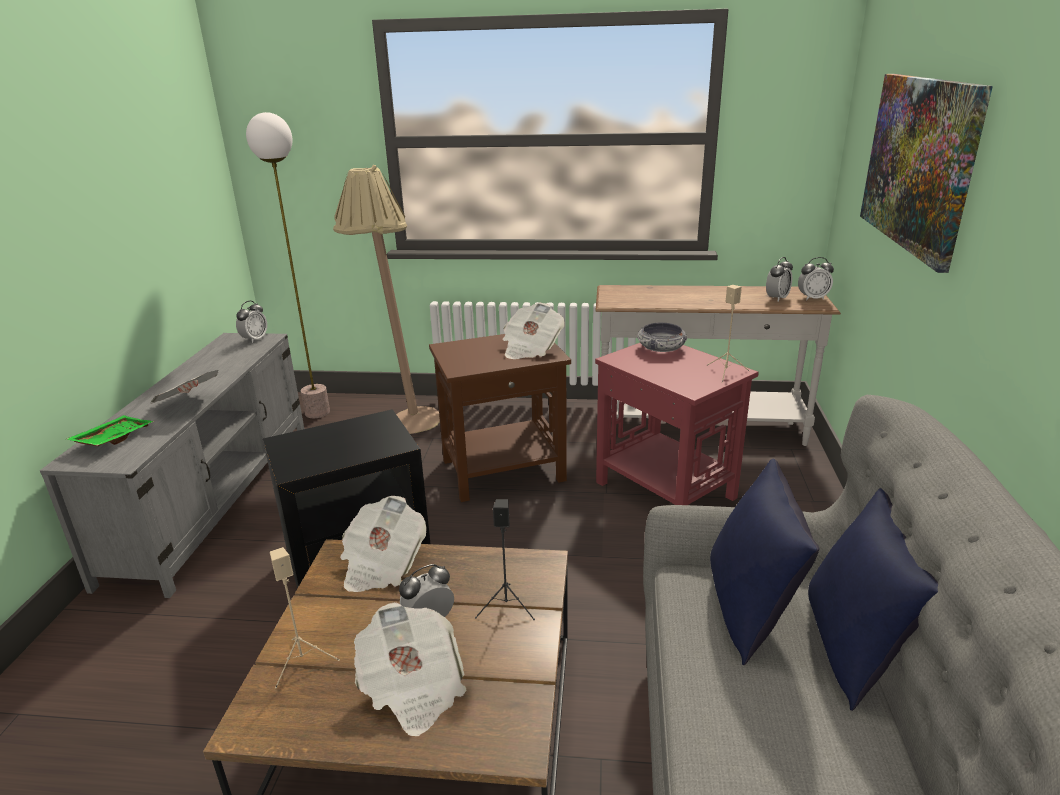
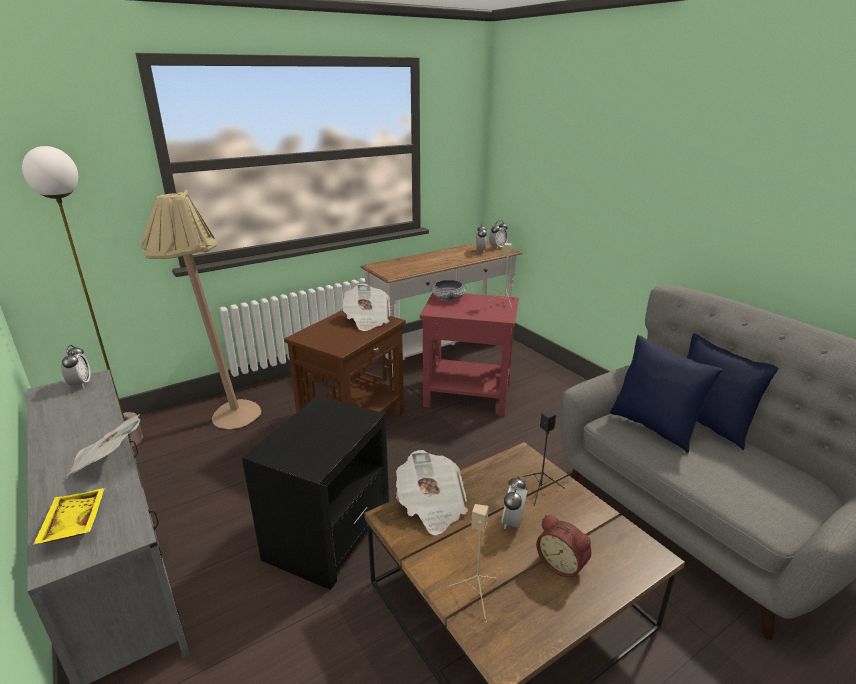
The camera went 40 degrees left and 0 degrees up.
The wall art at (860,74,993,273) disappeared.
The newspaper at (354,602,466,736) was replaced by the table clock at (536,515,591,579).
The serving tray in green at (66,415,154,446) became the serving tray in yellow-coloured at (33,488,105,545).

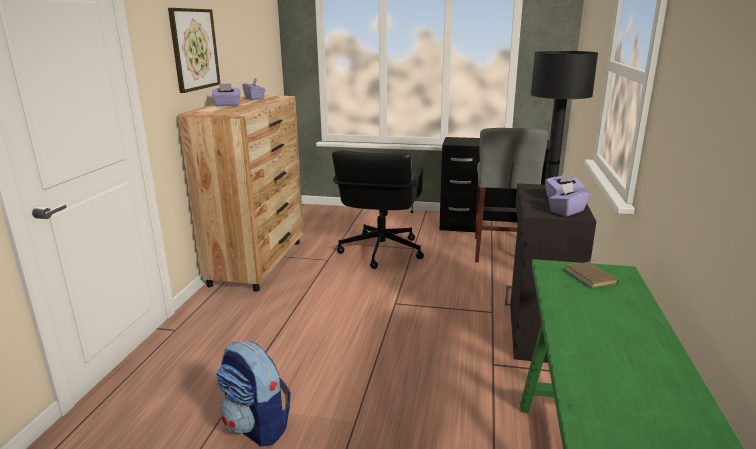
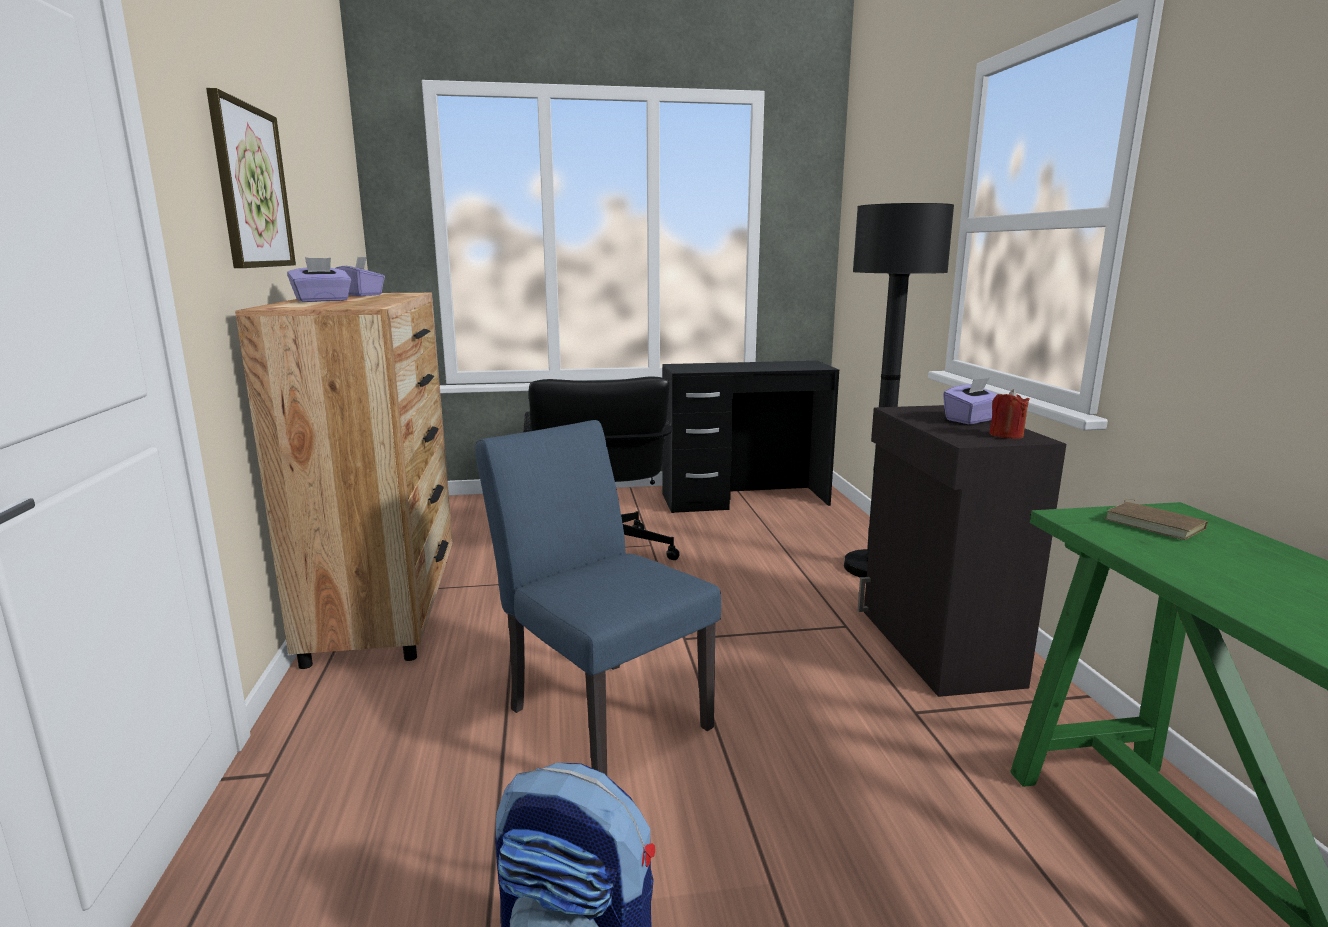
The camera went 20 degrees left and 5 degrees down.
The stool in gray at (475,128,548,262) disappeared.
The upright chair in blue at (475,420,721,775) appeared.
The tissue box in purple-coloured at (548,182,590,217) was replaced by the wax candle in red-coloured at (989,389,1030,439).

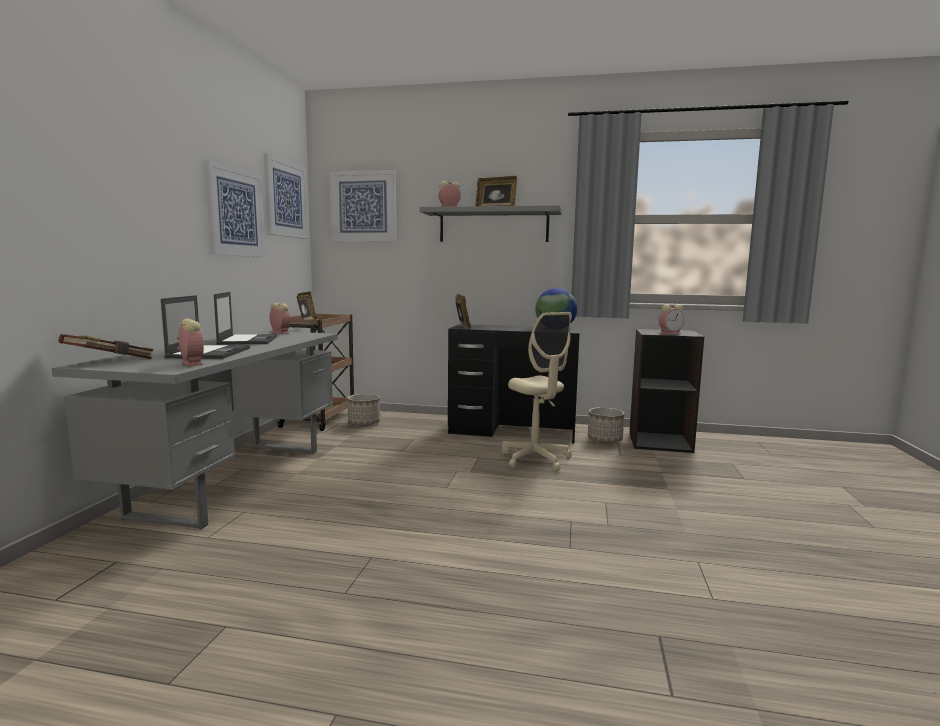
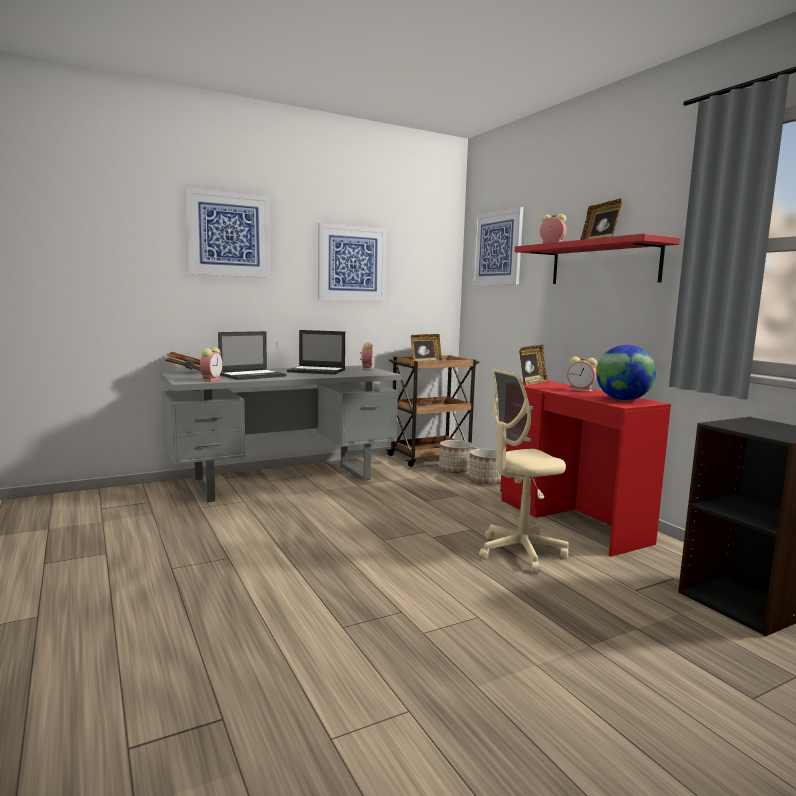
The camera went 50 degrees right and 0 degrees up.
The wall art moved from (263,153,308,239) to (185,187,270,278).
The plant pot moved from (588,407,624,443) to (469,449,501,484).
The table clock moved from (659,304,684,335) to (567,357,597,392).
The wall shelf in gray at (419,205,562,242) became the wall shelf in red-coloured at (515,233,680,284).
The desk unit in blackish at (448,324,580,443) became the desk unit in red-coloured at (500,381,671,557).
The notebook computer at (214,292,277,345) turned 60 degrees clockwise.
The office chair in sand-coloured at (502,312,572,471) turned 45 degrees clockwise.

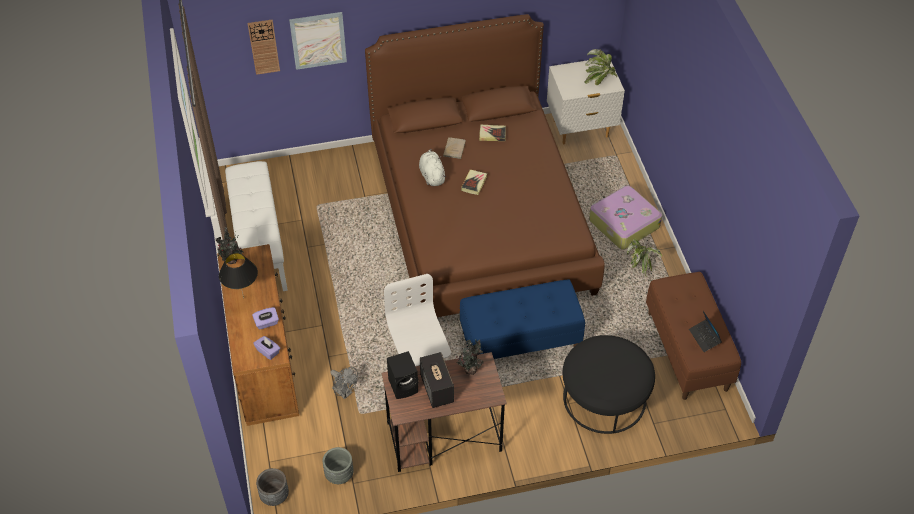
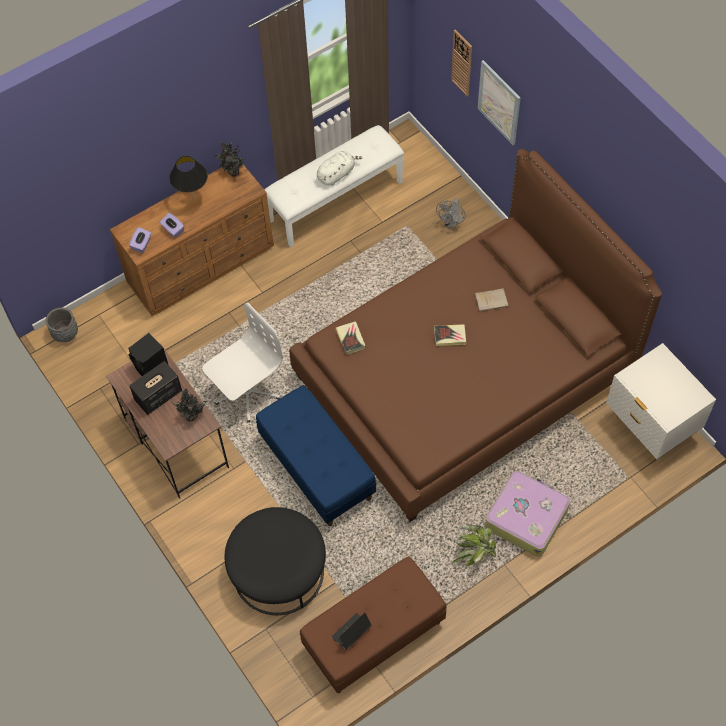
The camera went 70 degrees right and 10 degrees up.
The plant pot in gray at (323,447,354,484) disappeared.
The plant in a pot at (584,49,617,85) disappeared.
The electric fan in gray moved from (330,367,358,399) to (436,198,466,229).
The soft toy in whitish moved from (419,149,446,186) to (317,151,362,186).
The book moved from (479,125,506,141) to (335,321,365,355).

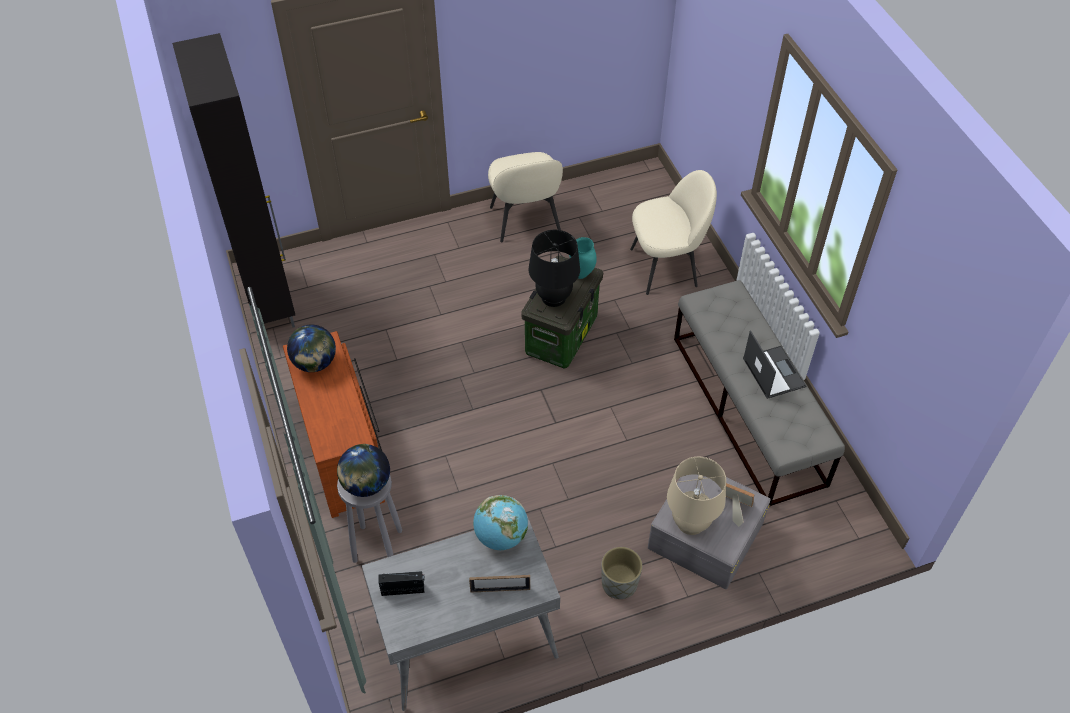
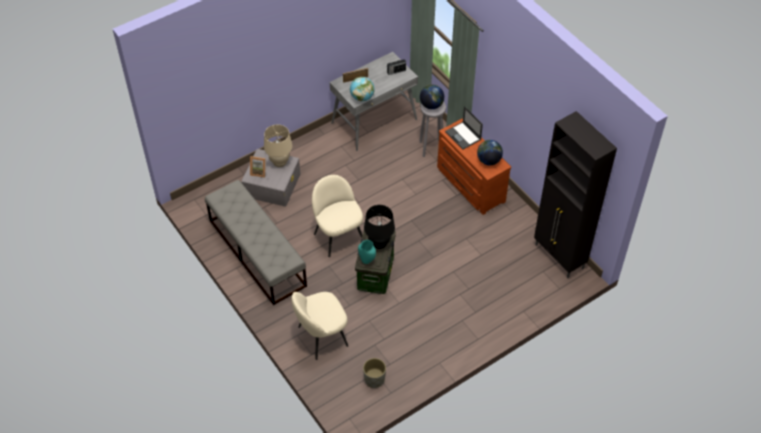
The camera went 165 degrees right and 0 degrees up.
The upright chair in sand-coloured moved from (488,152,563,242) to (312,175,363,257).
The plant pot in gray moved from (601,547,642,599) to (363,358,386,388).
The notebook computer moved from (743,330,806,399) to (445,106,483,150).

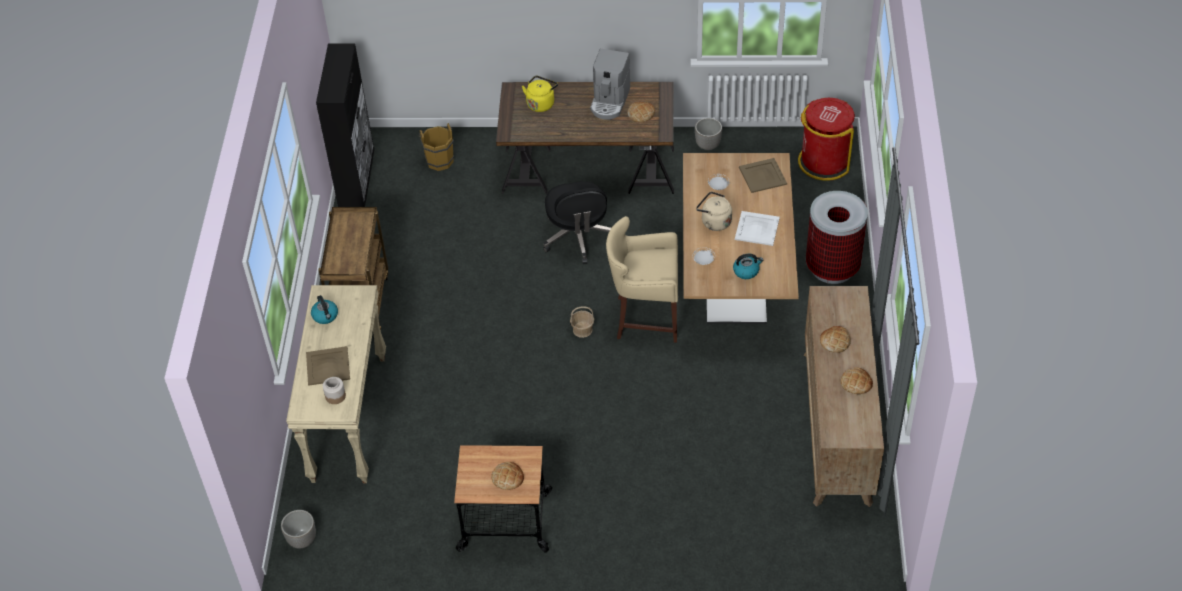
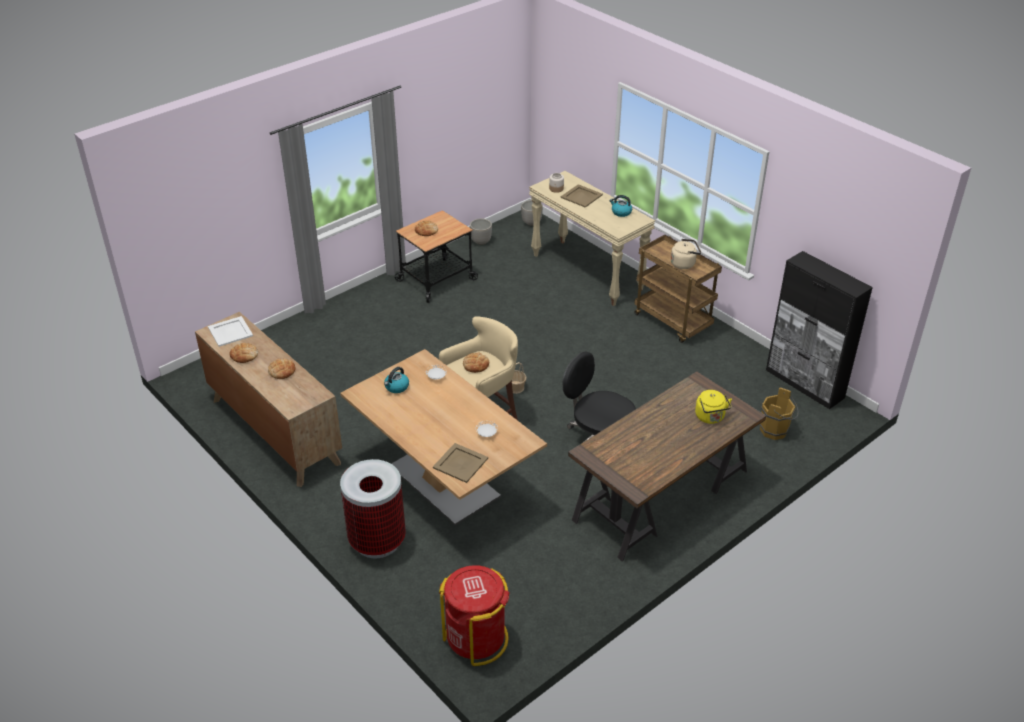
The camera went 135 degrees right and 10 degrees down.
The coffee maker at (590,49,630,120) disappeared.
The bakery bread moved from (627,102,655,122) to (463,353,489,373).
The plant pot moved from (695,118,722,150) to (470,219,492,245).
The tea kettle in sand-coloured moved from (696,191,732,231) to (671,239,701,269).
The serving tray in whitish moved from (735,211,780,246) to (208,316,253,347).

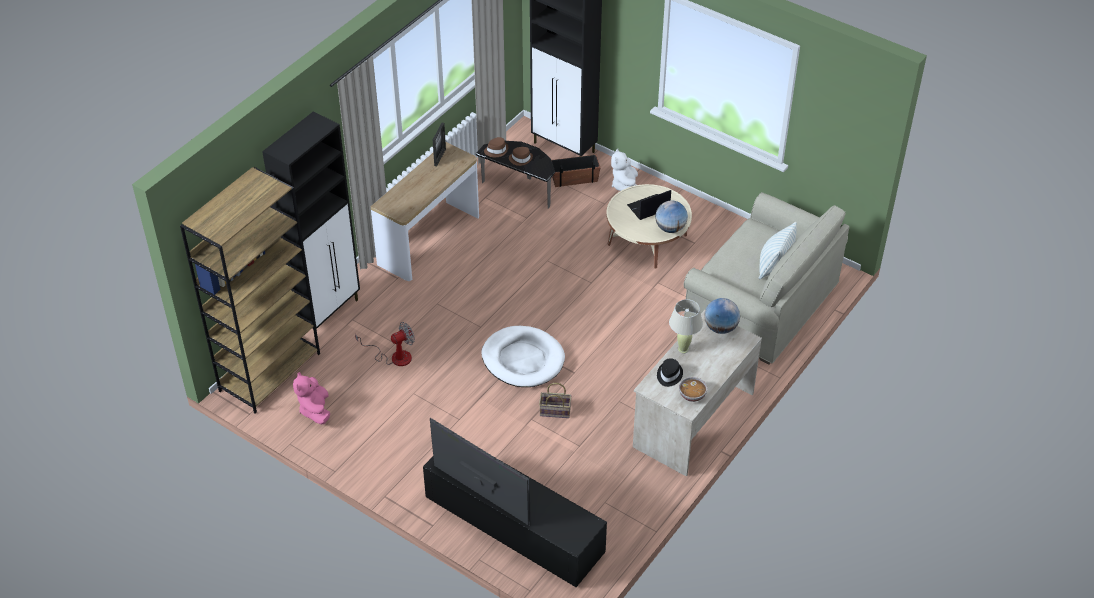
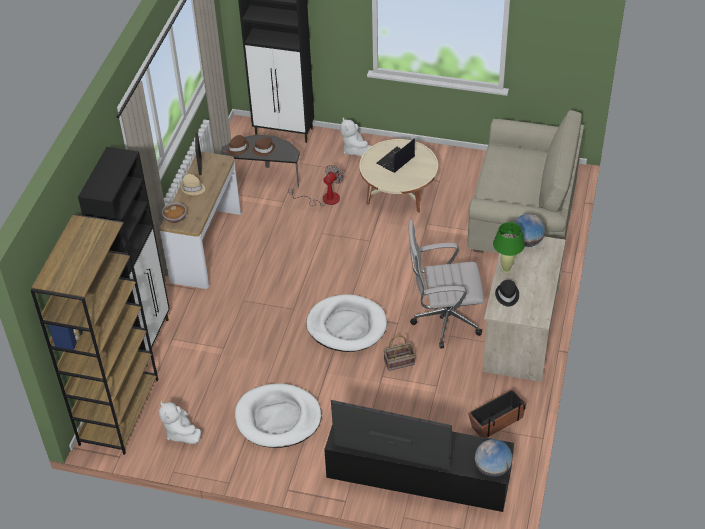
The camera went 20 degrees left and 0 degrees up.
The throw pillow at (759,222,797,279) disappeared.
The hat in sand-coloured at (180,174,205,195) appeared.
The dog cushion in whitish at (235,383,322,448) appeared.
The office chair in whitish at (409,220,484,349) appeared.
The electric fan moved from (355,322,415,366) to (288,165,343,206).
The plant pot moved from (551,155,601,187) to (468,389,526,438).
The desk globe moved from (655,200,688,233) to (475,439,512,477).
The bowl moved from (679,377,707,402) to (162,202,187,223).
The soft toy in pink at (293,372,330,425) became the soft toy in whitish at (159,401,201,444).
The tabletop lamp in sand-coloured at (669,299,703,353) became the tabletop lamp in green at (493,222,525,273).

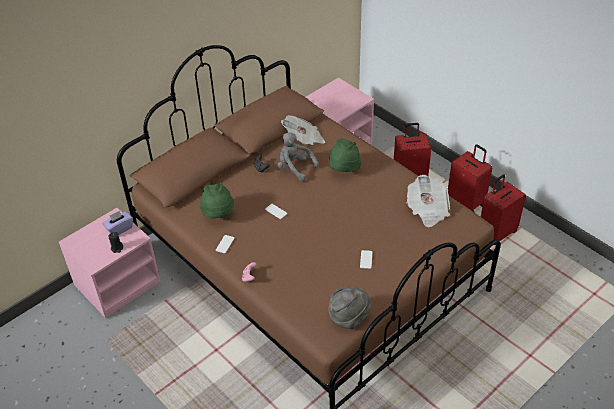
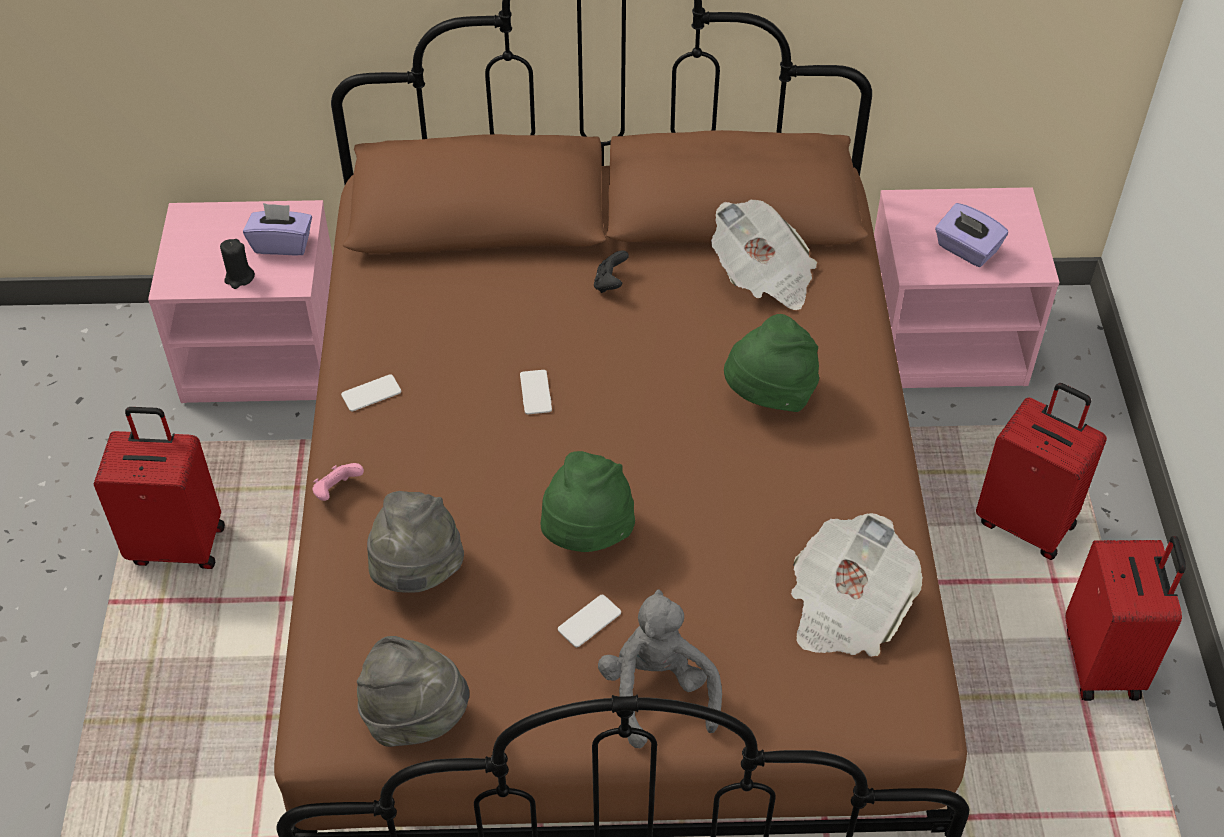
The camera went 40 degrees right and 5 degrees up.
The hat in gray at (367,491,464,593) appeared.
The tissue box in purple-coloured at (935,203,1008,267) appeared.
The hat in green moved from (200,183,234,218) to (541,451,635,552).
The soft toy in gray moved from (278,132,319,181) to (598,589,722,748).
The travel case in red-coloured moved from (481,174,526,241) to (94,407,225,569).

